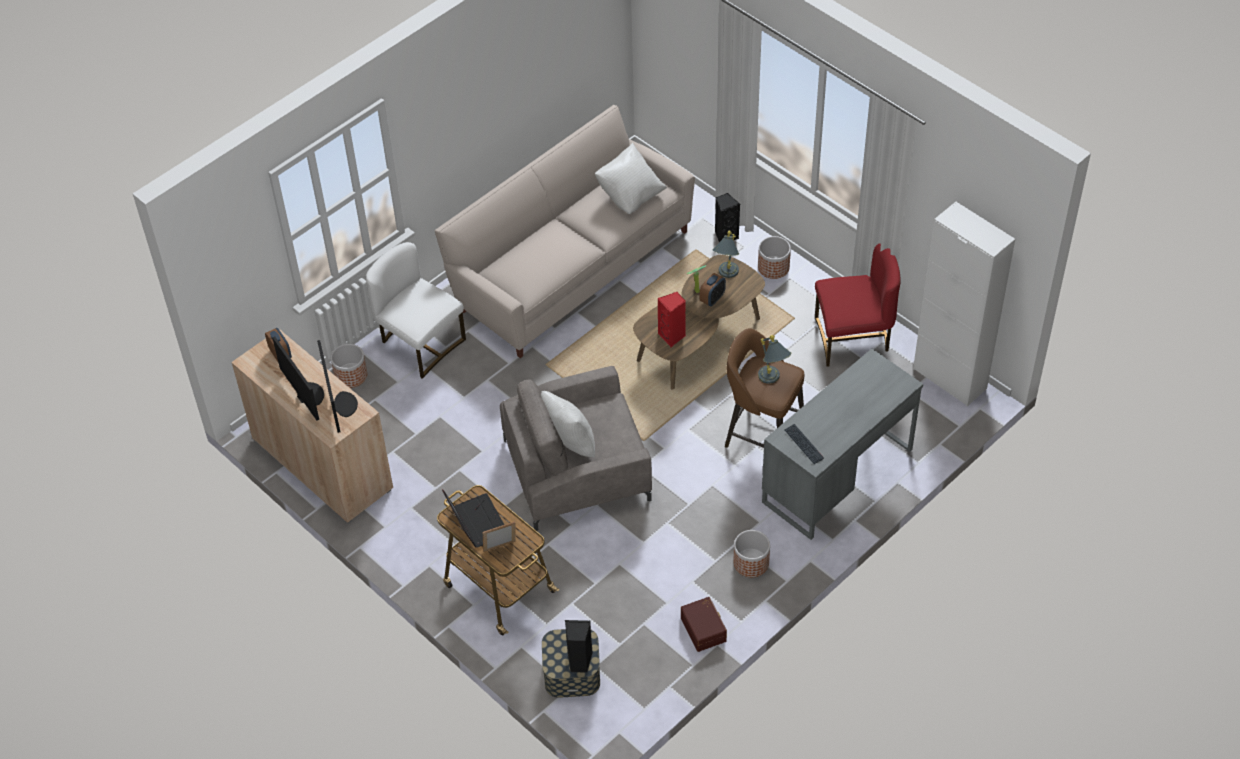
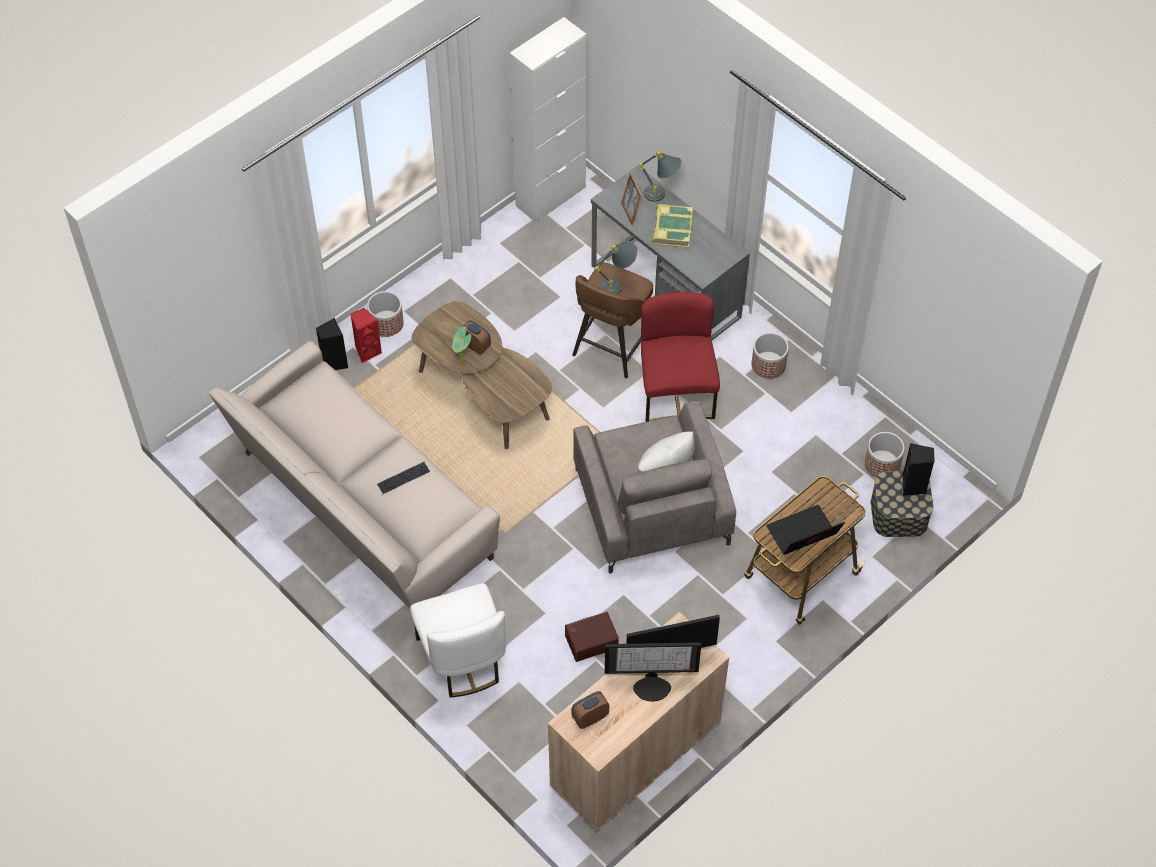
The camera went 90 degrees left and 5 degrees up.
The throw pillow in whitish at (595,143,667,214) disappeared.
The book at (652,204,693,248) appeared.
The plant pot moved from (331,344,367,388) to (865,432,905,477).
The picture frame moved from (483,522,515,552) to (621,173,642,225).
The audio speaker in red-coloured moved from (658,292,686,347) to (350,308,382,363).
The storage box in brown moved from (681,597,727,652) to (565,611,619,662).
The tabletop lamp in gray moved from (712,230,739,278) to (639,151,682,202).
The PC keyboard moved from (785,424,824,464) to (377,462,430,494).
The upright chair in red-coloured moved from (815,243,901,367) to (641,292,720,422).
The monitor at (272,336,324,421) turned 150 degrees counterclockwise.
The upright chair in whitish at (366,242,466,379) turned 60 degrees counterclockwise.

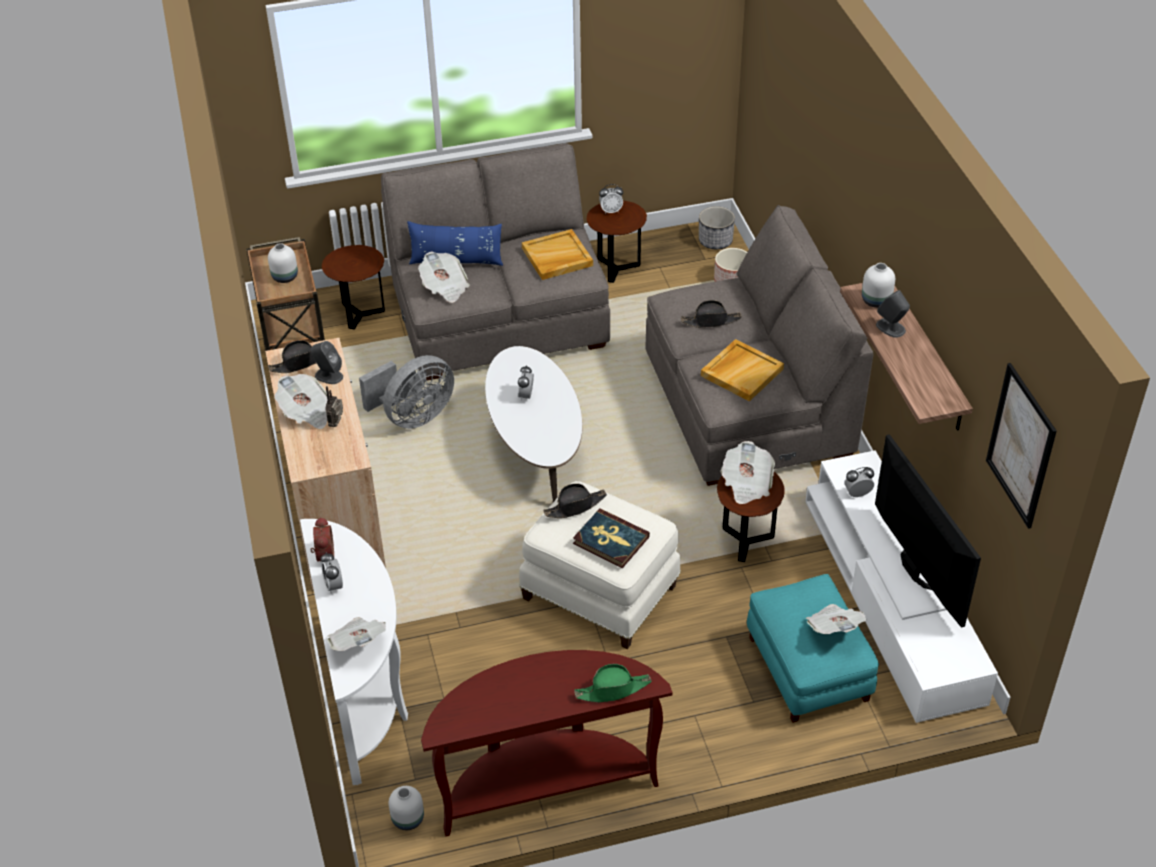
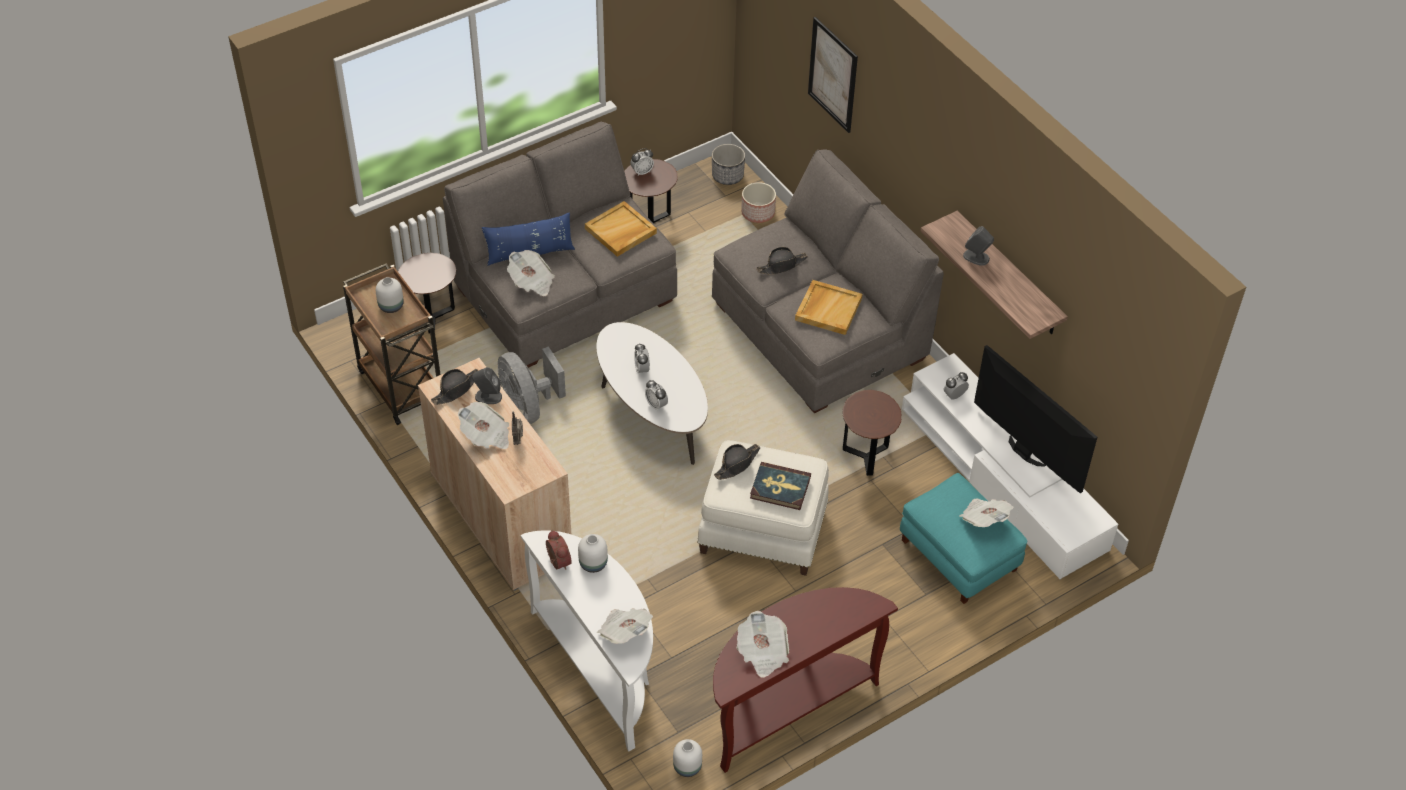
The camera went 20 degrees left and 5 degrees up.
The hat in green at (574,664,652,702) disappeared.
The table clock moved from (321,552,343,594) to (645,380,668,411).
The newspaper moved from (721,441,775,504) to (737,611,789,678).
The vase in whitish moved from (862,263,895,308) to (578,534,608,573).
The wall art moved from (986,363,1057,529) to (808,17,858,133).
The electric fan in gray at (359,355,454,429) turned 120 degrees clockwise.

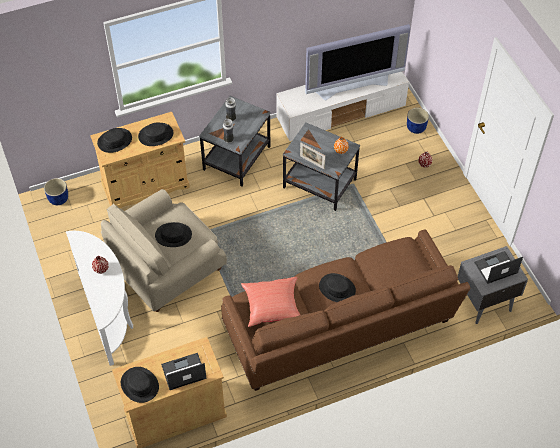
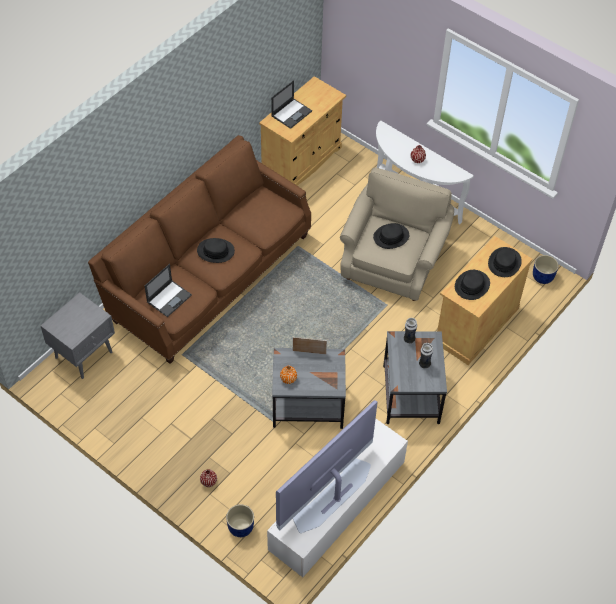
The camera went 150 degrees right and 0 degrees up.
The hat in blackish at (121,367,159,403) disappeared.
The throw pillow in red-coloured at (241,277,300,327) disappeared.
The notebook computer moved from (474,251,523,284) to (145,264,192,317).

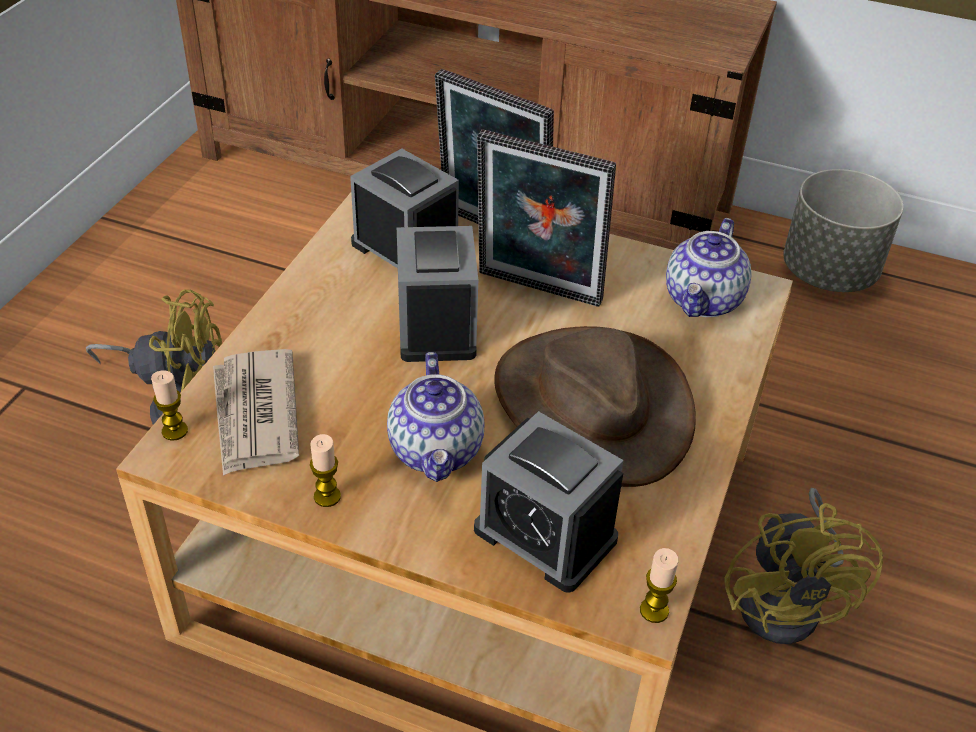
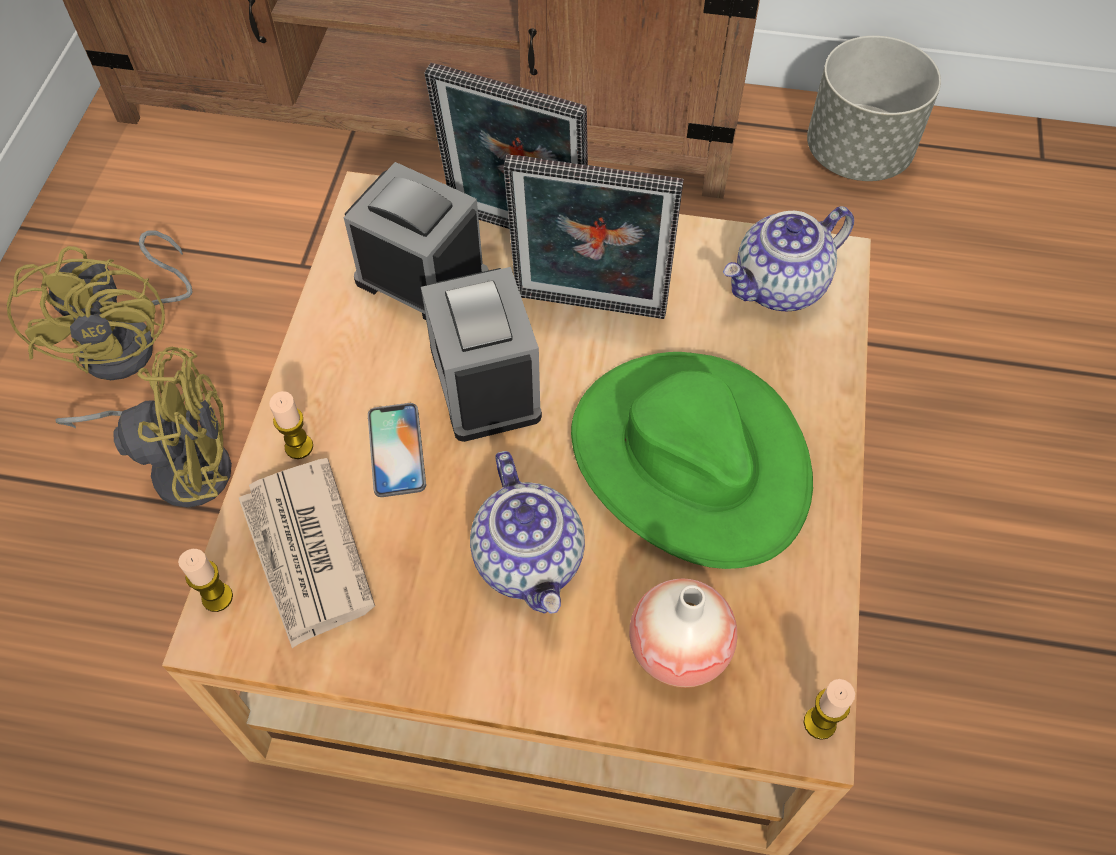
The camera went 10 degrees left and 15 degrees up.
The telephone at (368,403,426,497) appeared.
The wax candle moved from (310,434,341,507) to (269,391,313,459).
The electric fan in yellow-coloured moved from (724,488,883,644) to (7,230,192,380).
The table clock at (474,411,624,593) was replaced by the vase at (629,578,737,688).
The hat in brown at (494,326,696,487) became the hat in green at (571,352,813,569).
The teapot at (666,218,751,317) turned 45 degrees clockwise.

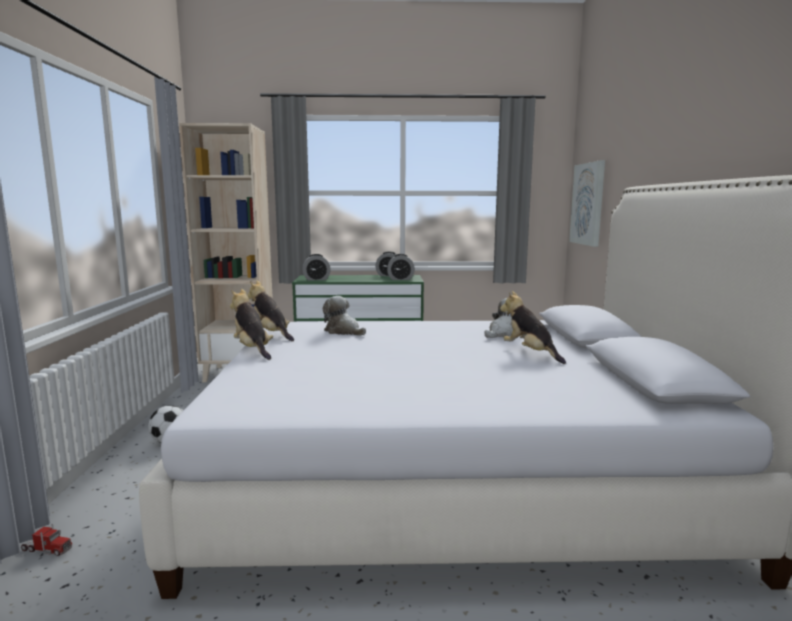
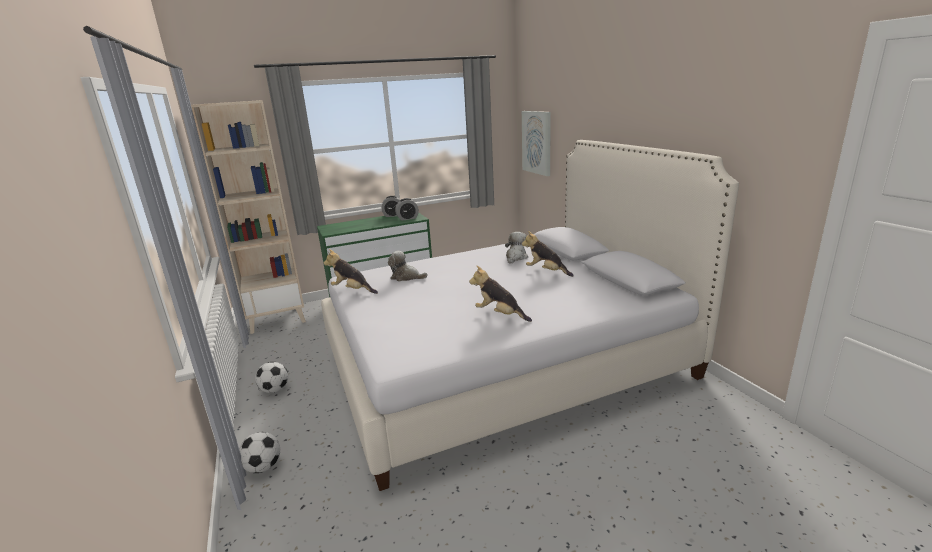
The camera went 20 degrees left and 10 degrees up.
The model truck at (21,524,72,556) disappeared.
The table clock at (303,254,331,281) disappeared.
The ball for football at (239,432,280,473) appeared.
The soft toy moved from (230,289,273,360) to (469,266,532,322).

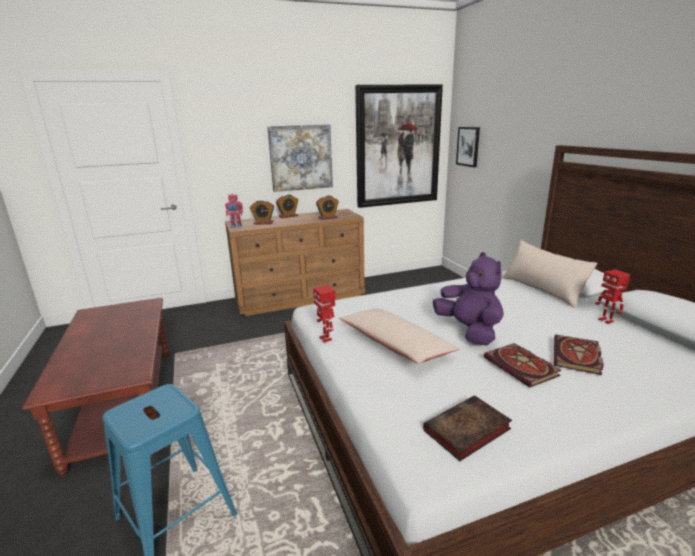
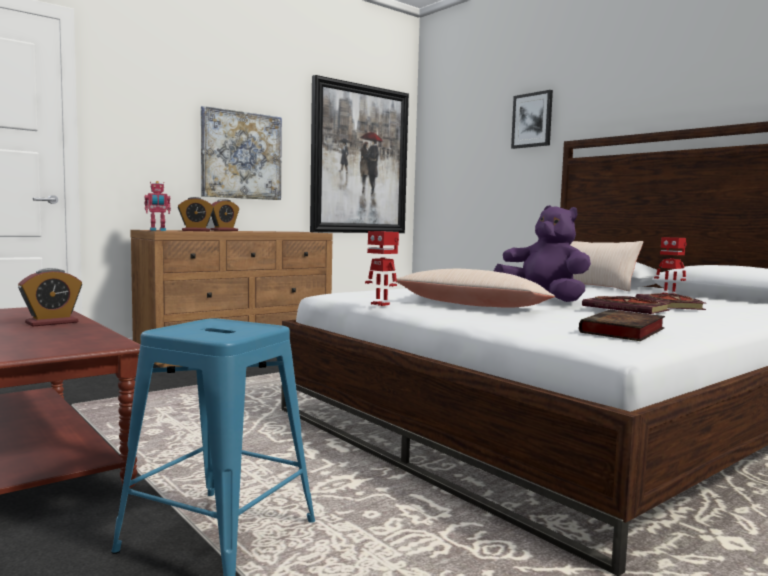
The camera went 20 degrees left and 15 degrees down.
The table clock moved from (316,195,339,220) to (18,268,82,326).
The wall art moved from (456,127,480,167) to (511,90,553,149).

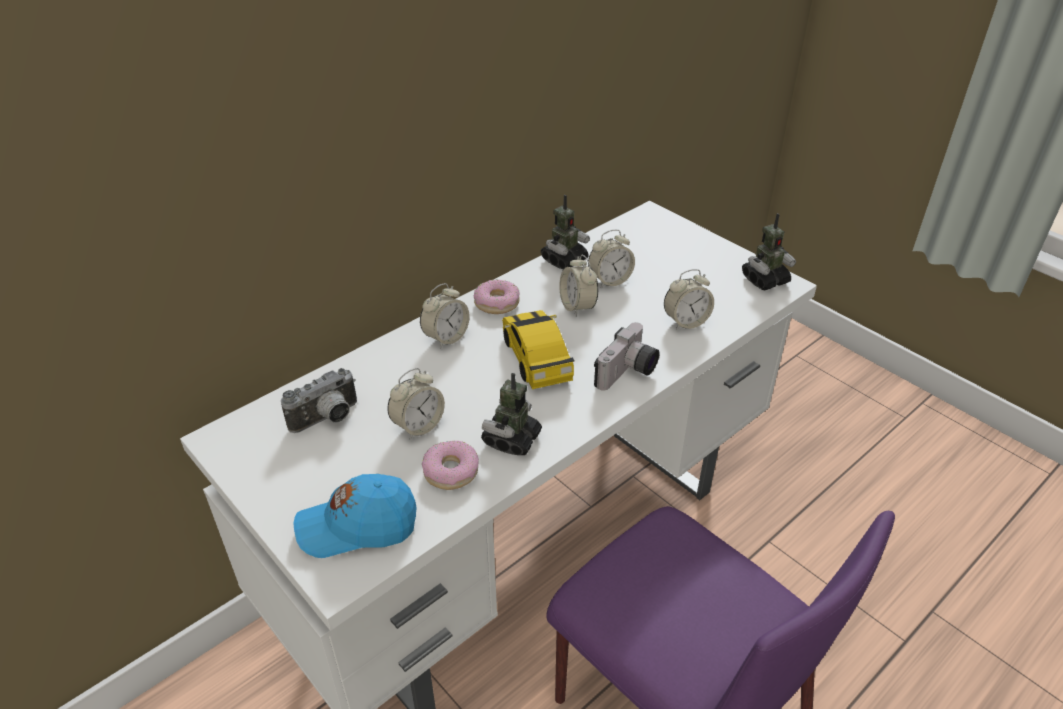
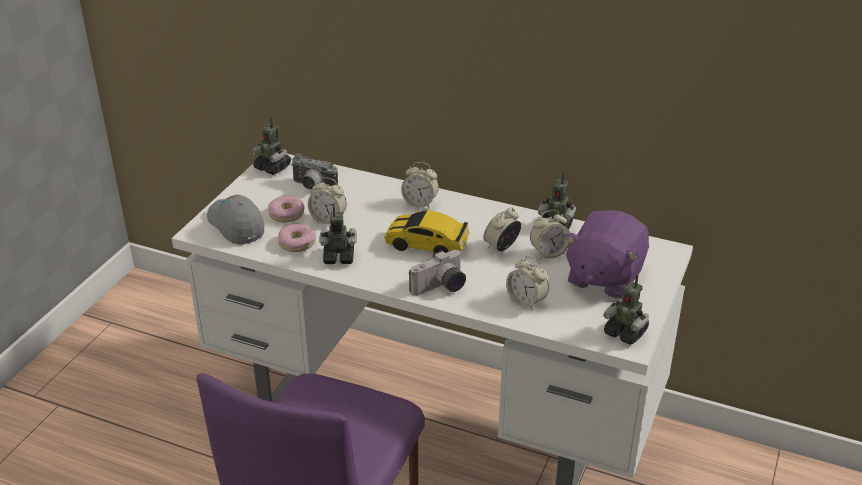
The camera went 65 degrees right and 5 degrees down.
The model robot at (251,116,291,175) appeared.
The soft toy in purple-coloured at (564,210,649,299) appeared.
The ring doughnut moved from (474,279,519,314) to (268,195,305,222).
The cap in blue at (293,474,416,558) became the cap in gray at (207,195,264,245).
The miniature car at (502,310,574,389) turned 120 degrees counterclockwise.
The table clock at (588,230,635,288) turned 60 degrees counterclockwise.
The photo camera at (594,322,660,391) turned 45 degrees counterclockwise.

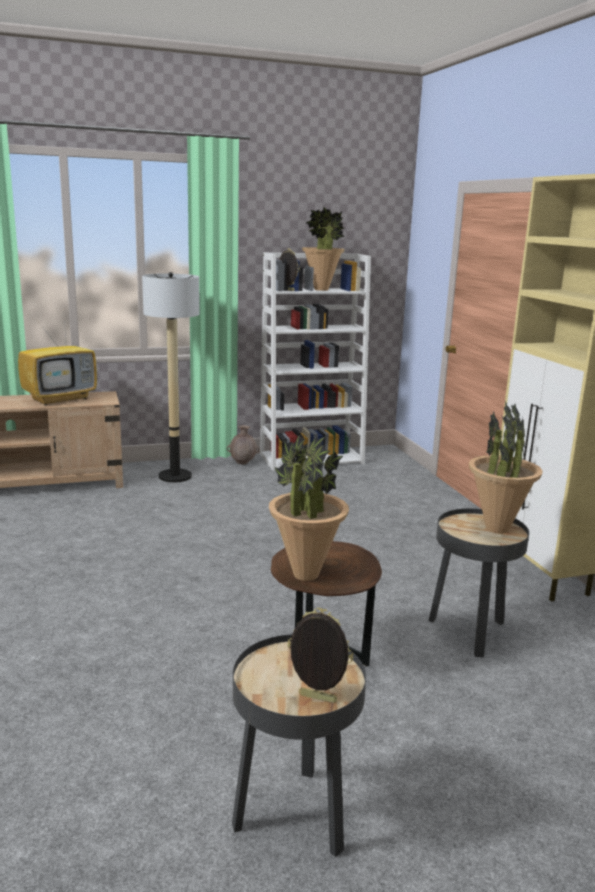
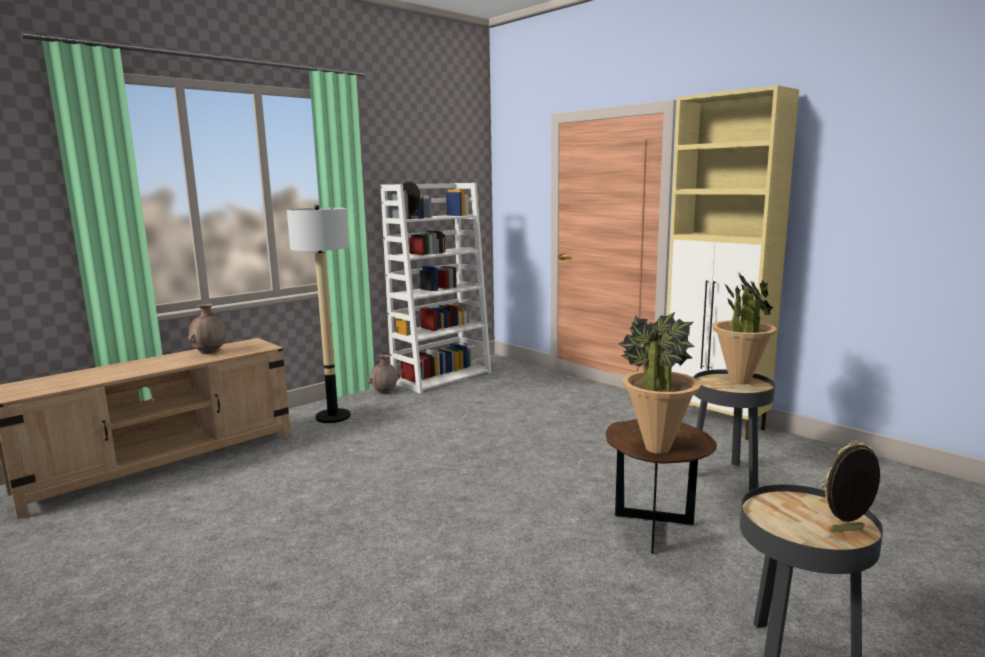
The camera went 25 degrees left and 5 degrees down.
The plant in a pot at (302,207,345,291) disappeared.
The TV at (18,321,97,405) was replaced by the vase in brown at (188,304,226,354).

